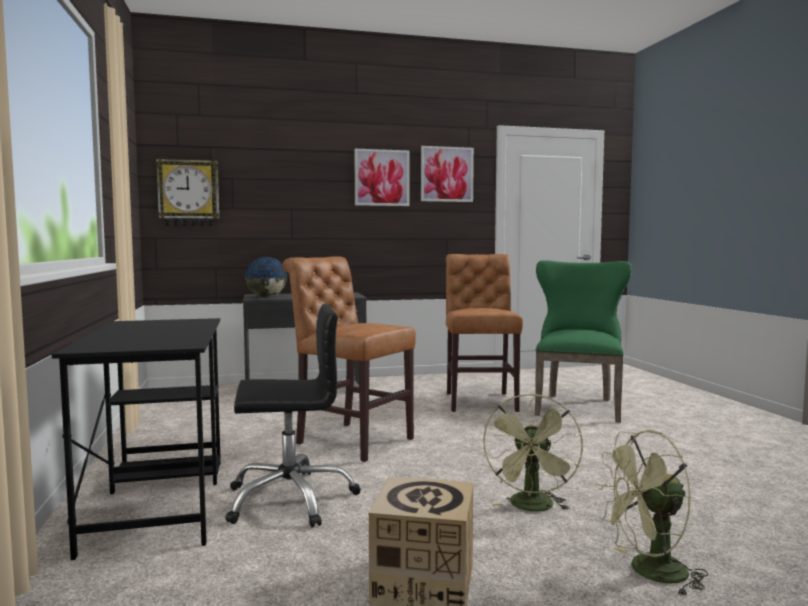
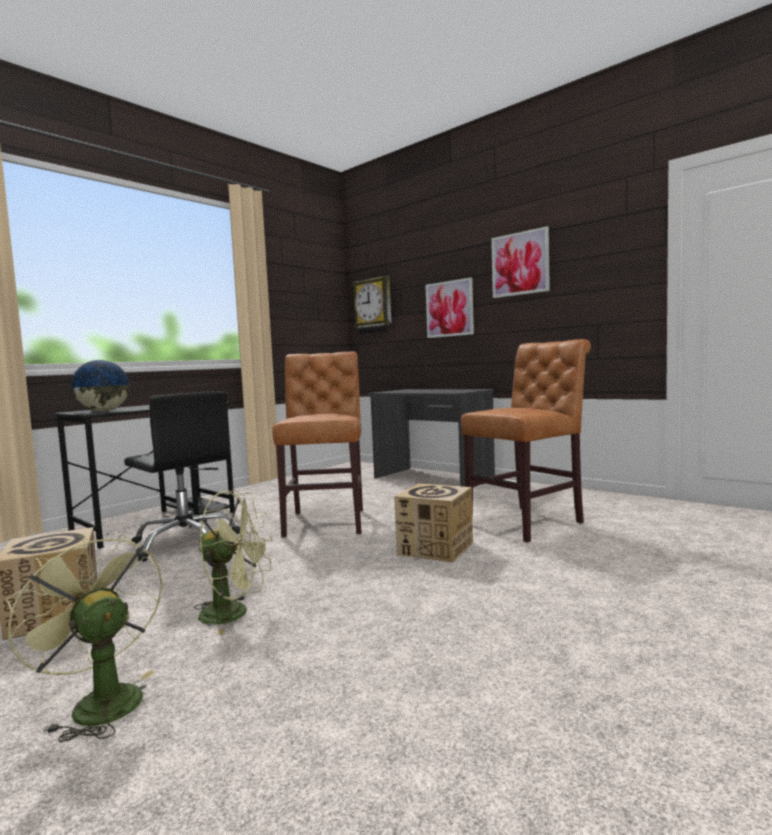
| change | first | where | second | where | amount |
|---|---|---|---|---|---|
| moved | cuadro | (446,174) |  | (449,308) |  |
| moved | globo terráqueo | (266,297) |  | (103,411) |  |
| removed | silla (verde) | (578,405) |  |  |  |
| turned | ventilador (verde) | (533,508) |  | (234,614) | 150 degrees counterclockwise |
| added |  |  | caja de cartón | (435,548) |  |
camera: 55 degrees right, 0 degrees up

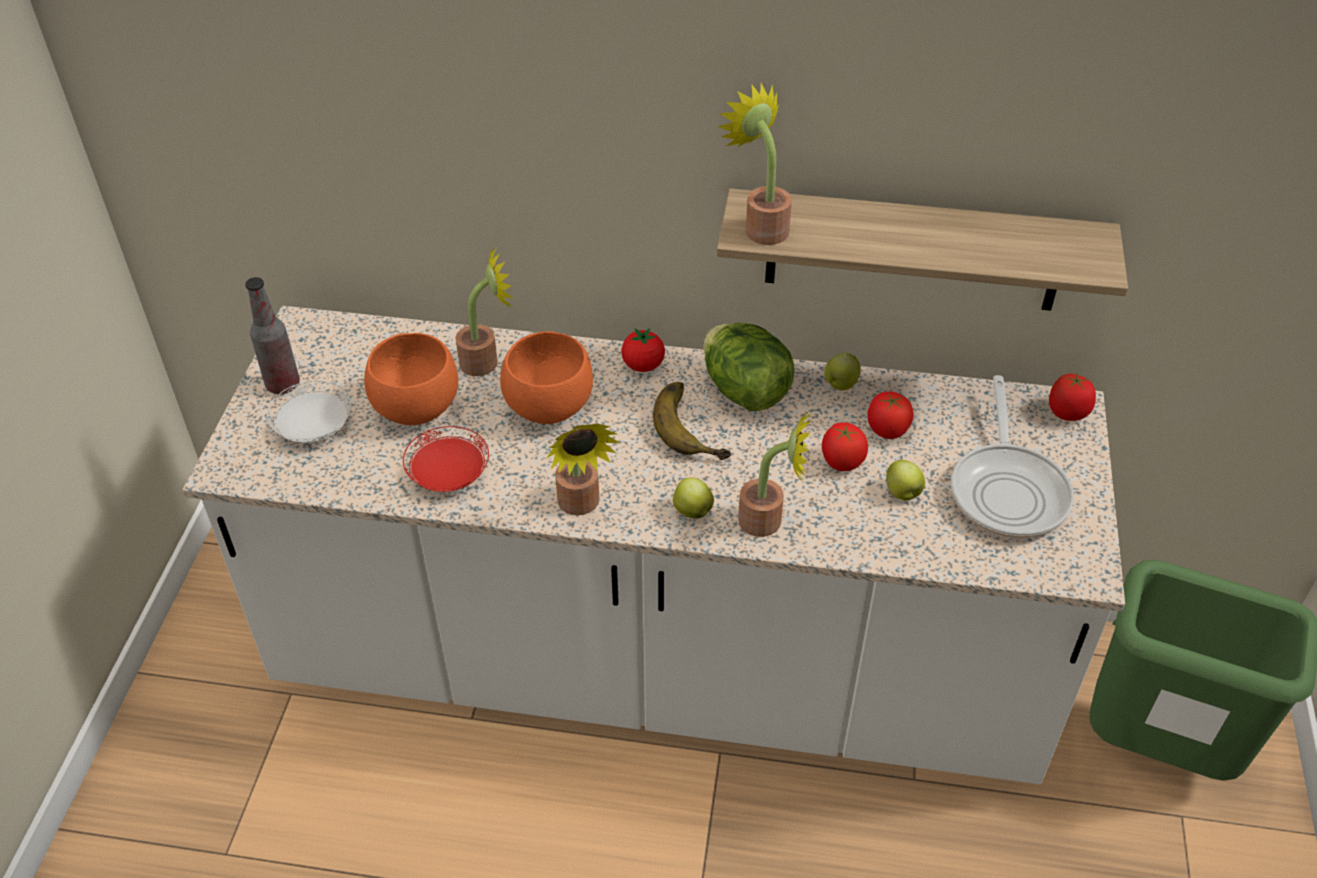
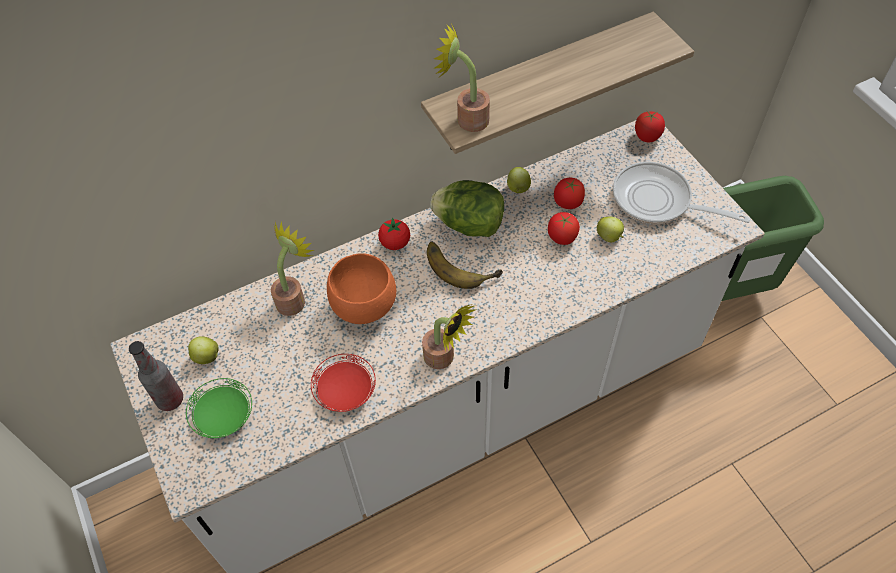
| change | first | where | second | where | amount |
|---|---|---|---|---|---|
| removed | cuenco (naranja) | (414,409) |  |  |  |
| turned | sartén | (1008,489) |  | (658,201) | 150 degrees clockwise |
| recoloured | plato (blanco) | (314,428) | plato (verde) | (223,416) |  |
| removed | planta en maceta | (769,521) |  |  |  |
| moved | manzana | (692,510) |  | (206,357) |  |
camera: 35 degrees left, 10 degrees up

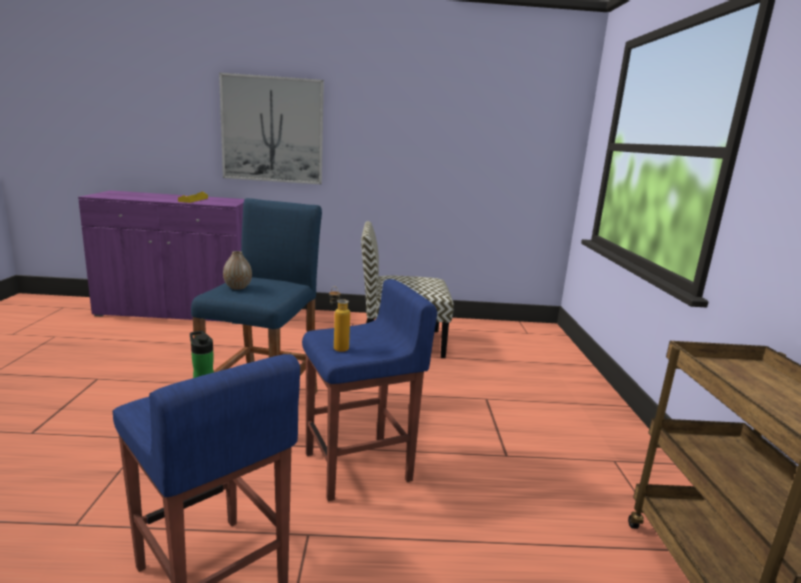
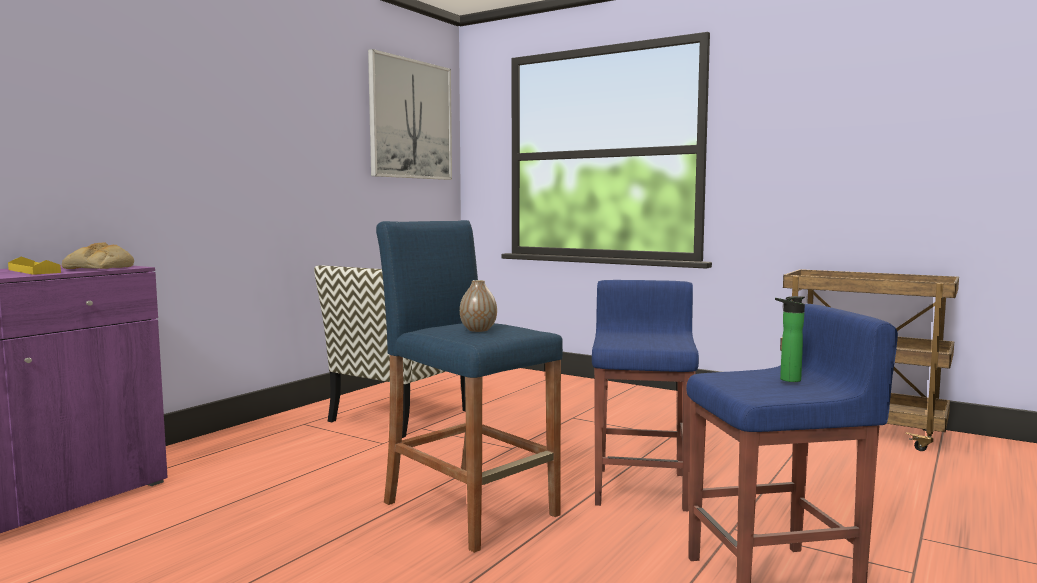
| change | first | where | second | where | amount |
|---|---|---|---|---|---|
| moved | cuadro | (272,130) |  | (411,119) |  |
| removed | botella | (337,347) |  |  |  |
| added |  |  | pan | (100,268) |  |
camera: 55 degrees left, 10 degrees down

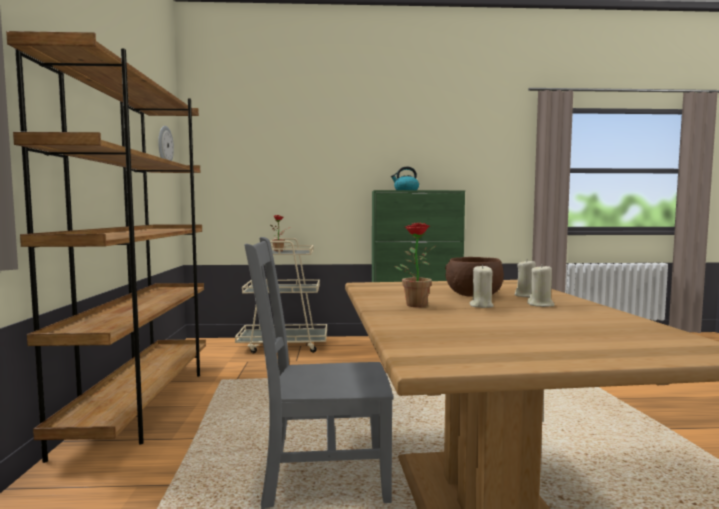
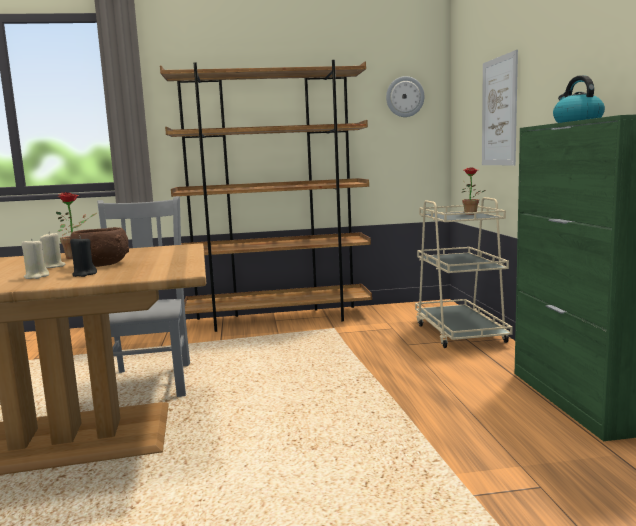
| change | first | where | second | where | amount |
|---|---|---|---|---|---|
| recoloured | vela (beis) | (526,296) | vela (negro) | (84,274) |  |
| added |  |  | cuadro | (499,112) |  |
camera: 85 degrees right, 5 degrees up

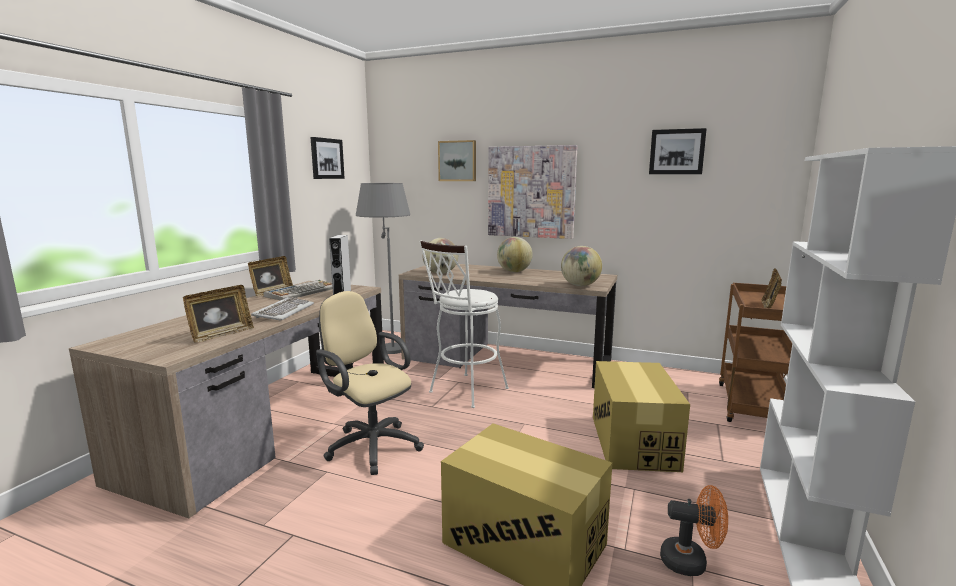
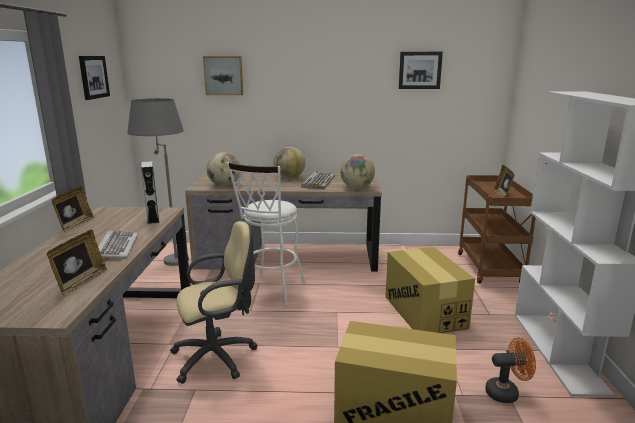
| change | first | where | second | where | amount |
|---|---|---|---|---|---|
| removed | cuadro | (531,192) |  |  |  |
| moved | teclado | (302,292) |  | (318,181) |  |
| turned | silla de oficina (beis) | (370,445) |  | (218,357) | 135 degrees clockwise |
camera: 20 degrees left, 5 degrees up

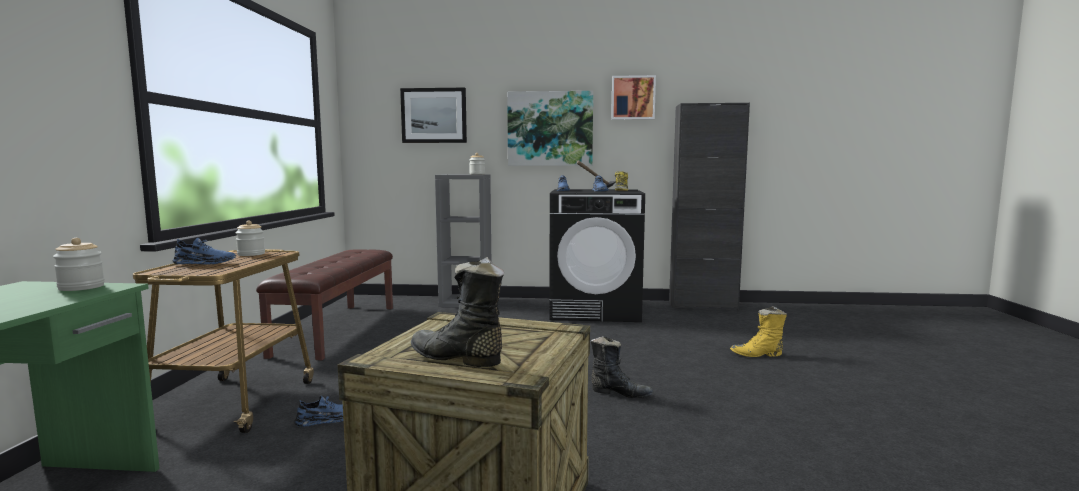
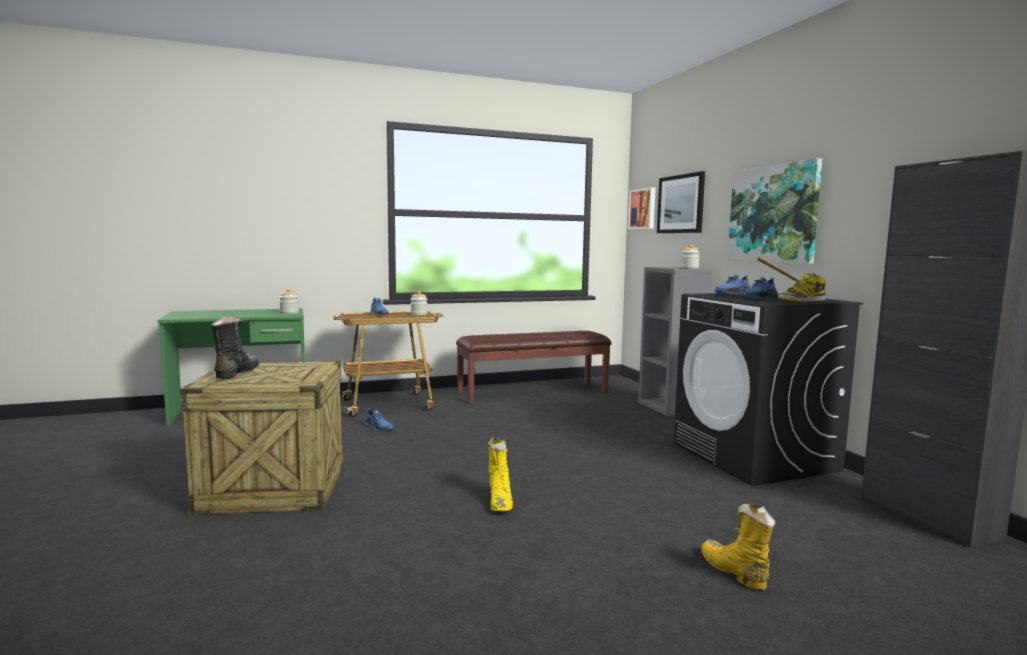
| change | first | where | second | where | amount |
|---|---|---|---|---|---|
| moved | cuadro | (633,98) |  | (643,209) |  |
| recoloured | bota (negro) | (620,393) | bota (amarillo) | (500,501) |  |
camera: 65 degrees right, 0 degrees up

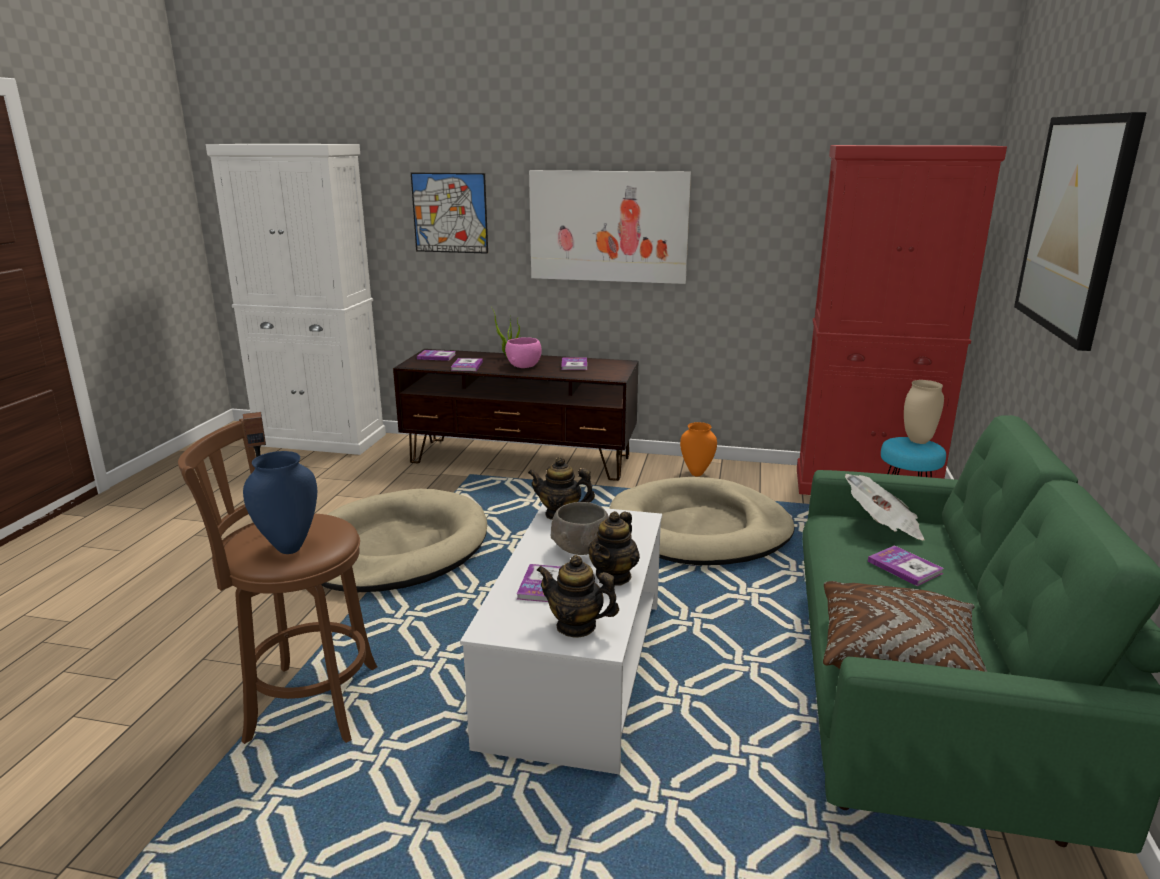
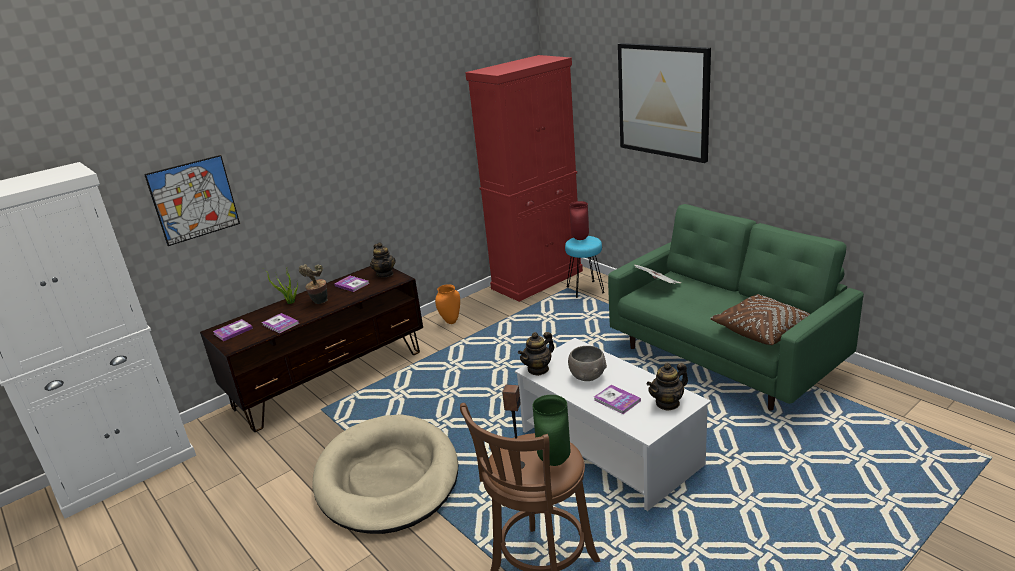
| change | first | where | second | where | amount |
|---|---|---|---|---|---|
| removed | cuadro | (608,226) |  |  |  |
| replaced | cuenco (rosa) | (523,365) | planta en maceta | (319,302) |  |
| recoloured | florero (beis) | (918,441) | florero (rojo) | (581,238) |  |
| recoloured | florero (azul) | (289,547) | florero (verde) | (553,460) |  |
| removed | cama para perro (beis) | (699,529) |  |  |  |
| moved | tetera | (614,576) |  | (385,274) |  |
| removed | libro | (904,567) |  |  |  |
camera: 50 degrees left, 5 degrees up

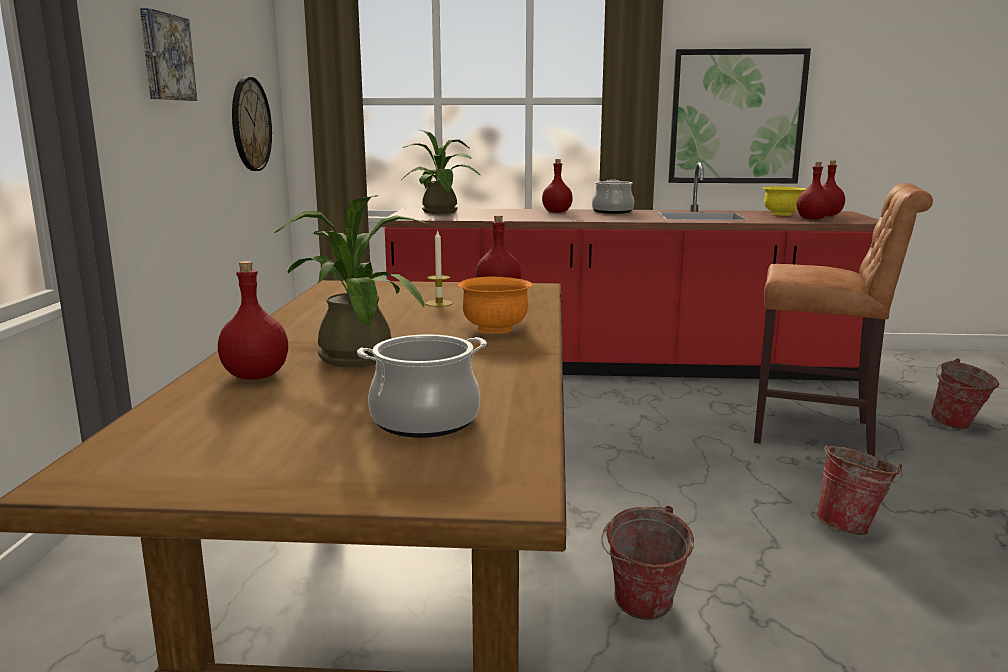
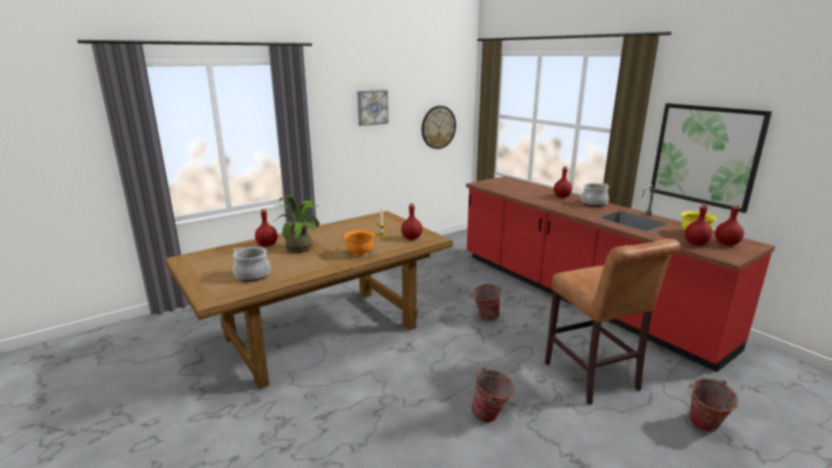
| change | first | where | second | where | amount |
|---|---|---|---|---|---|
| removed | planta en maceta | (441,212) |  |  |  |
| moved | cubo | (642,612) |  | (485,317) |  |
camera: 50 degrees right, 5 degrees up

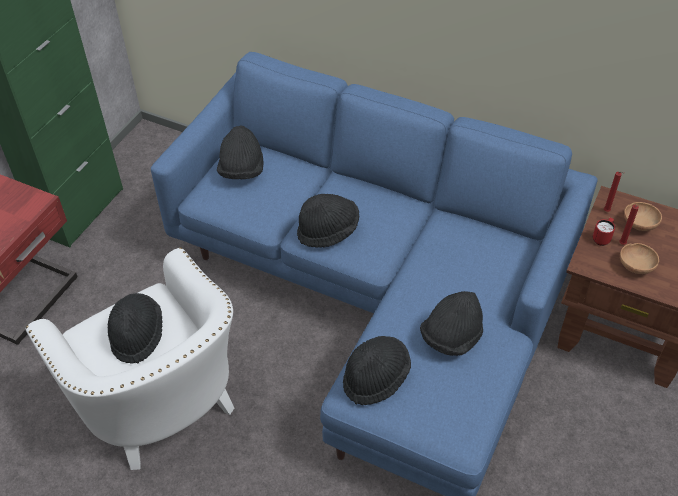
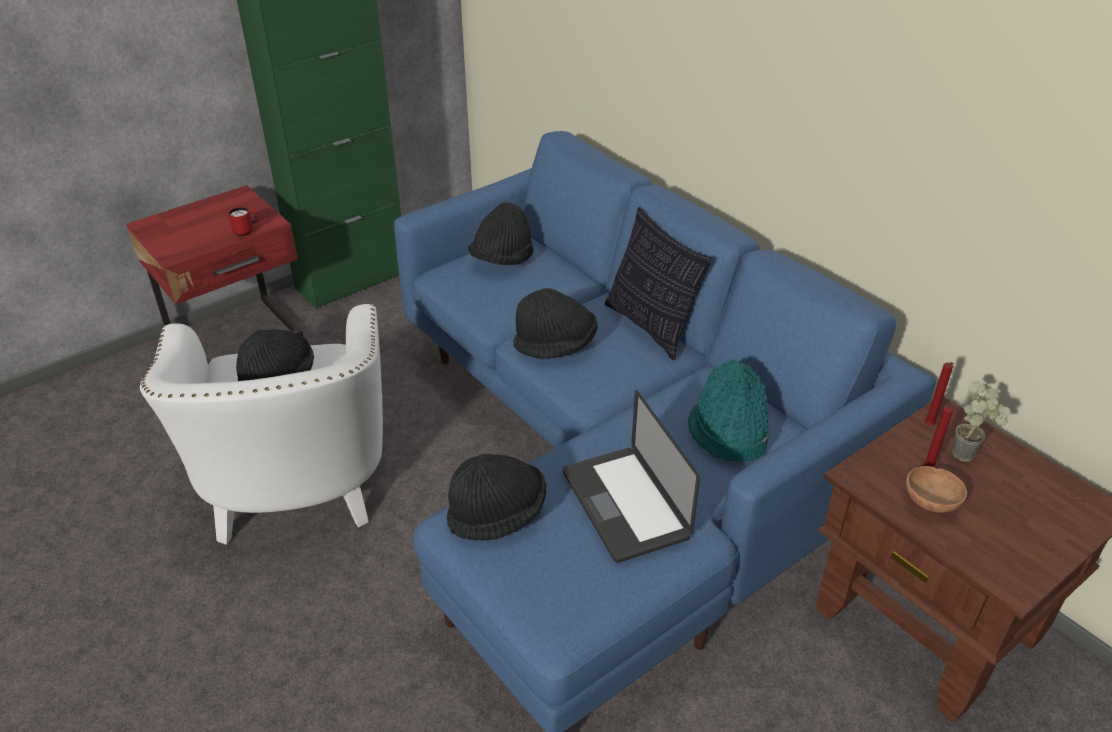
| change | first | where | second | where | amount |
|---|---|---|---|---|---|
| replaced | cuenco (marrón) | (639,224) | planta en maceta | (969,455) |  |
| moved | taza grande (rojo) | (602,238) |  | (247,231) |  |
| replaced | sombrero (negro) | (451,337) | portátil | (625,505) |  |
| added |  |  | cojín | (651,326) |  |
| added |  |  | sombrero (turquesa) | (727,433) |  |
camera: 25 degrees right, 10 degrees down

